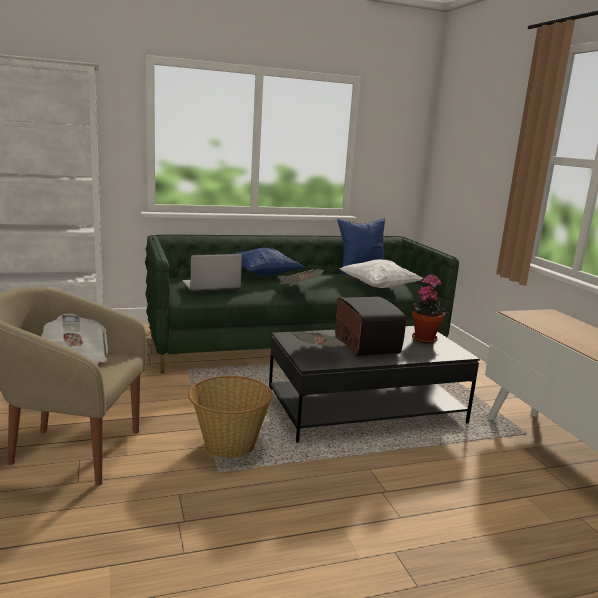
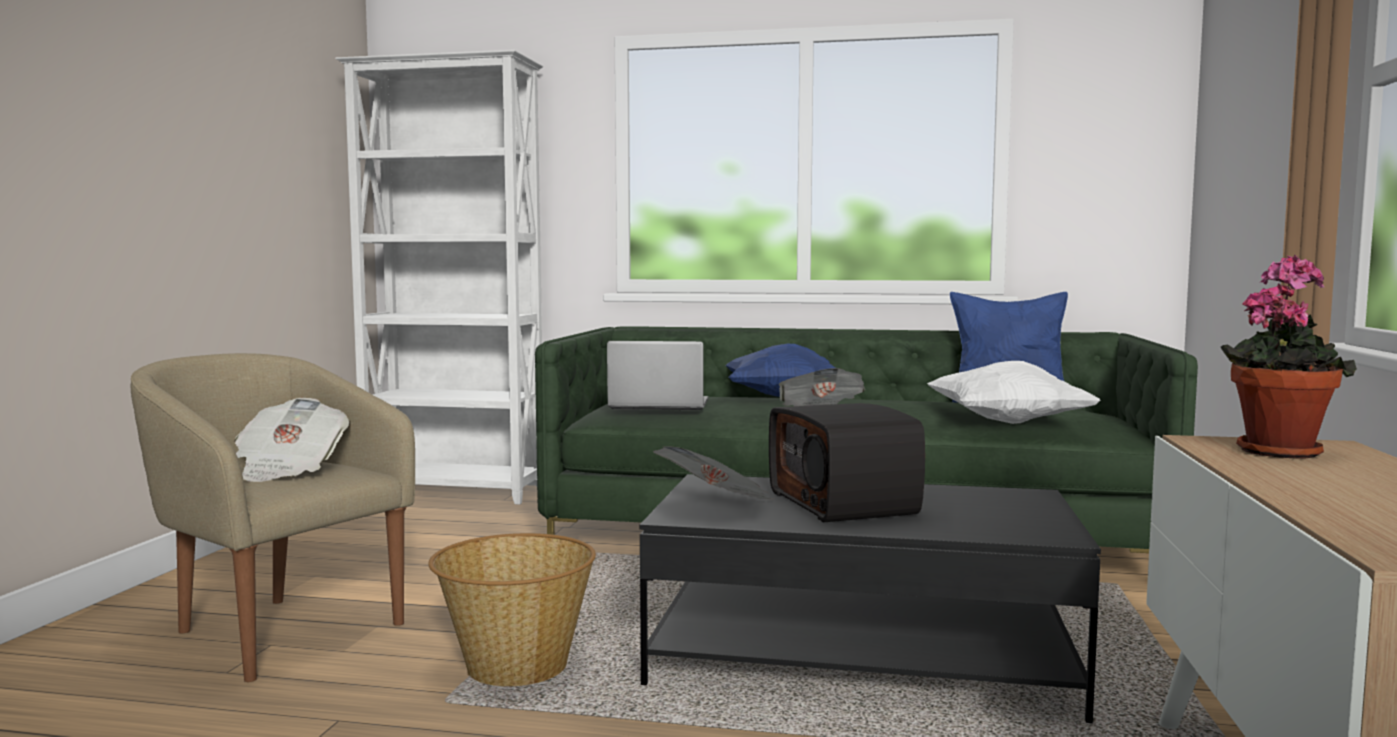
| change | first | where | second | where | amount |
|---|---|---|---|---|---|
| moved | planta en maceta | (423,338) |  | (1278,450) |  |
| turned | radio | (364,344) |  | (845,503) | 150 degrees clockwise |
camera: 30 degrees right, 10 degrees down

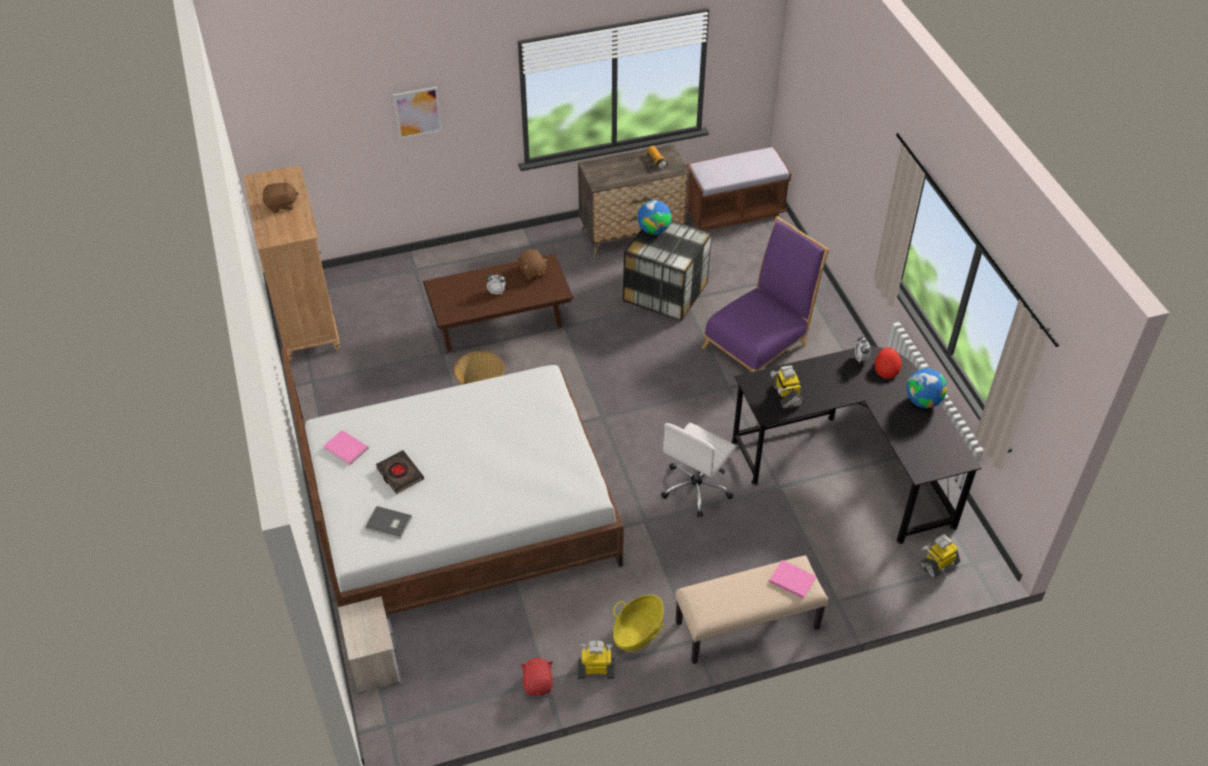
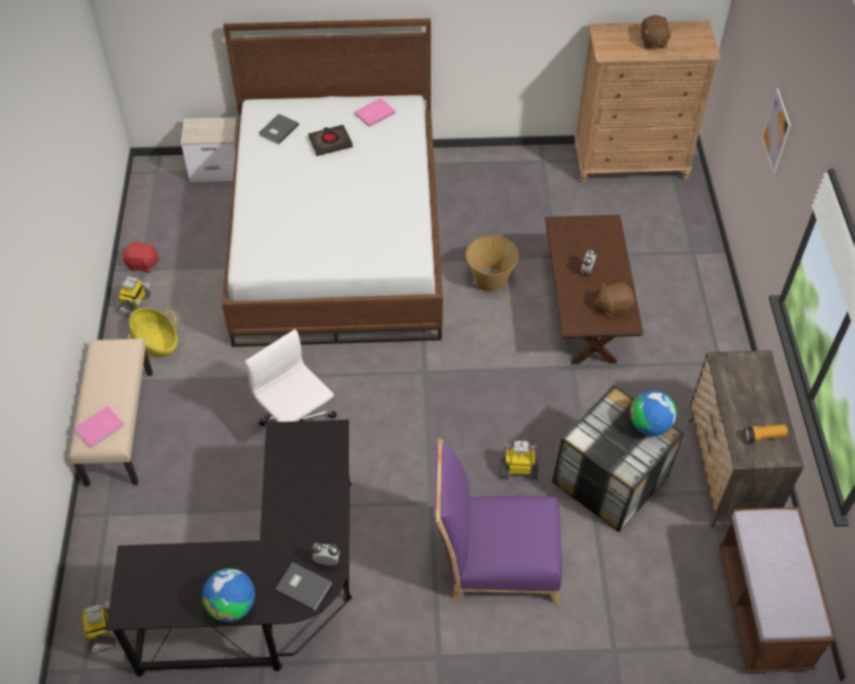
| change | first | where | second | where | amount |
|---|---|---|---|---|---|
| turned | silla (morado) | (759,342) |  | (495,559) | 120 degrees clockwise |
| replaced | gorra (rojo) | (886,366) | libro (gris) | (303,586) |  |
| moved | robot de juguete | (786,395) |  | (519,470) |  |
camera: 105 degrees right, 5 degrees up

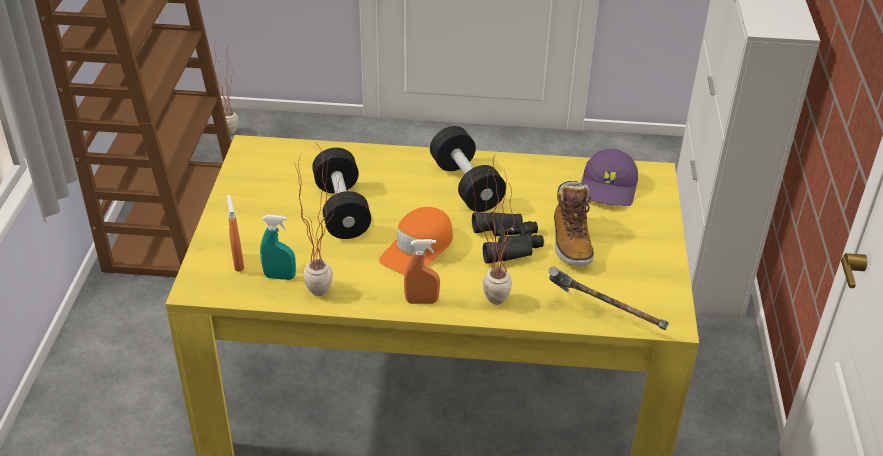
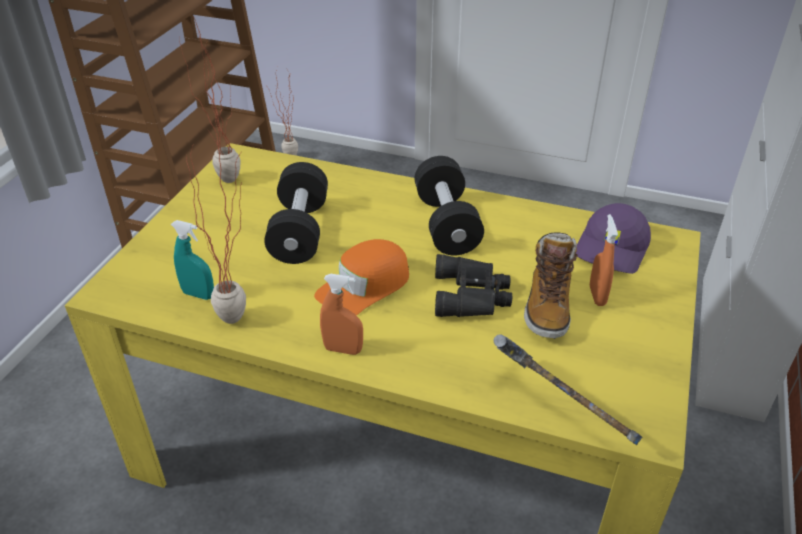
| change | first | where | second | where | amount |
|---|---|---|---|---|---|
| moved | planta en maceta | (488,296) |  | (225,176) |  |
| moved | pulverizador (naranja) | (238,263) |  | (597,296) |  |
camera: 15 degrees right, 0 degrees up

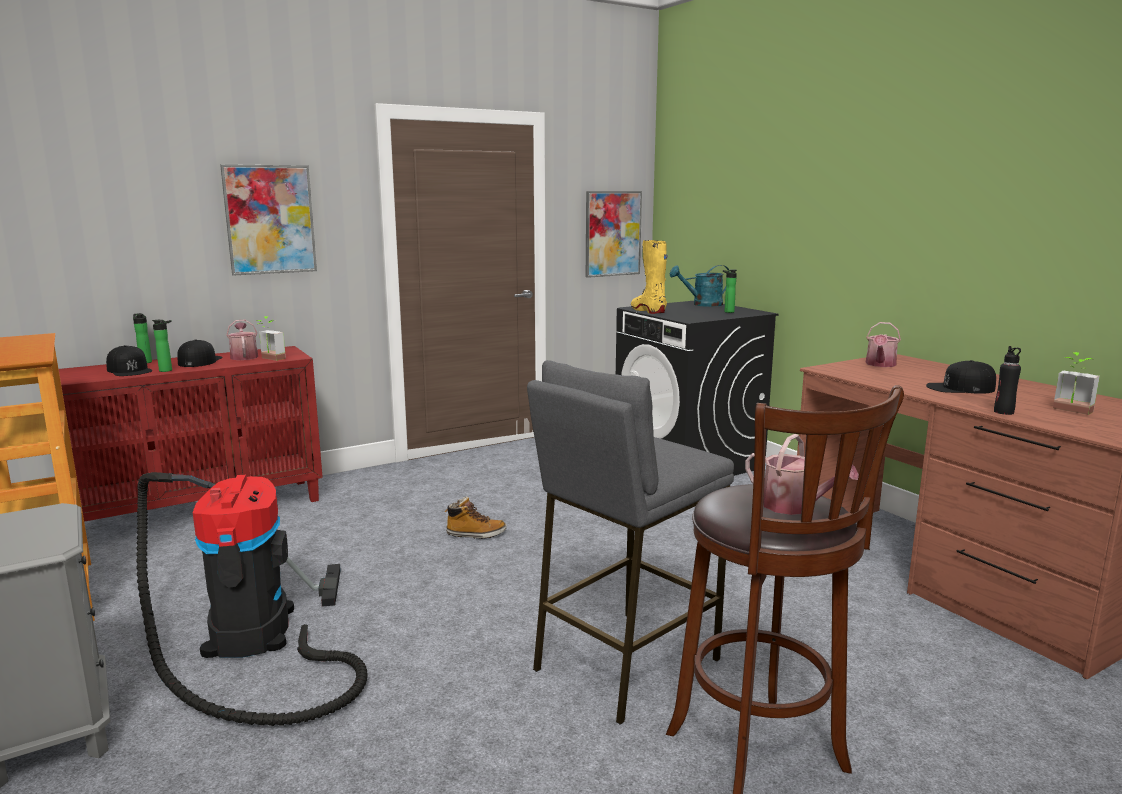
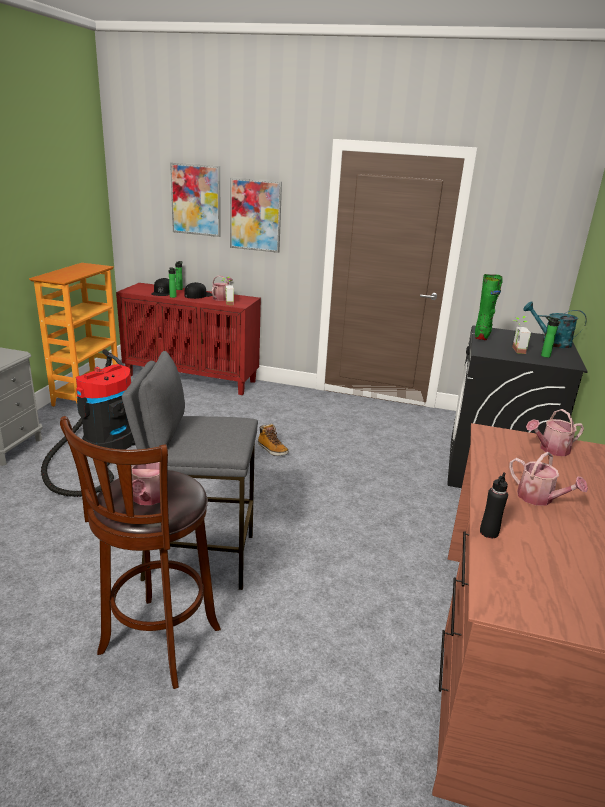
| change | first | where | second | where | amount |
|---|---|---|---|---|---|
| moved | cuadro | (612,233) |  | (196,200) |  |
| recoloured | bota (amarillo) | (648,311) | bota (verde) | (482,335) |  |
| moved | planta en maceta | (1070,411) |  | (515,350) |  |
| replaced | gorra (negro) | (960,388) | regadera | (539,498) |  |
camera: 45 degrees right, 10 degrees up

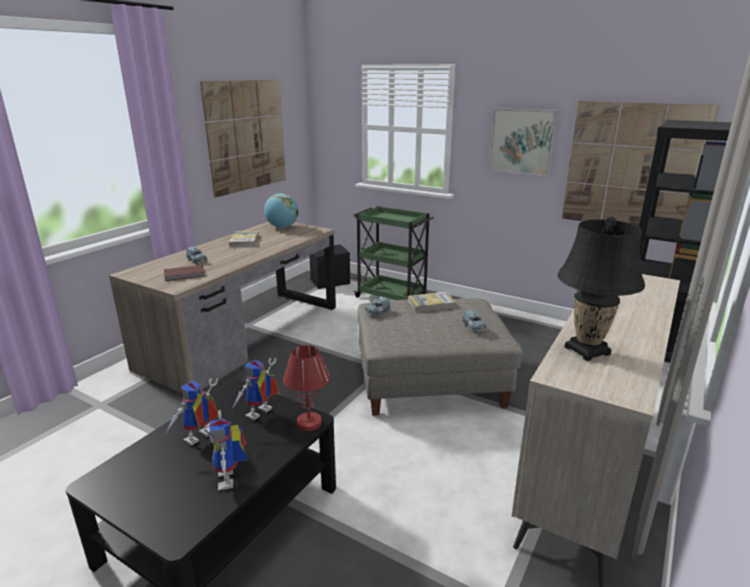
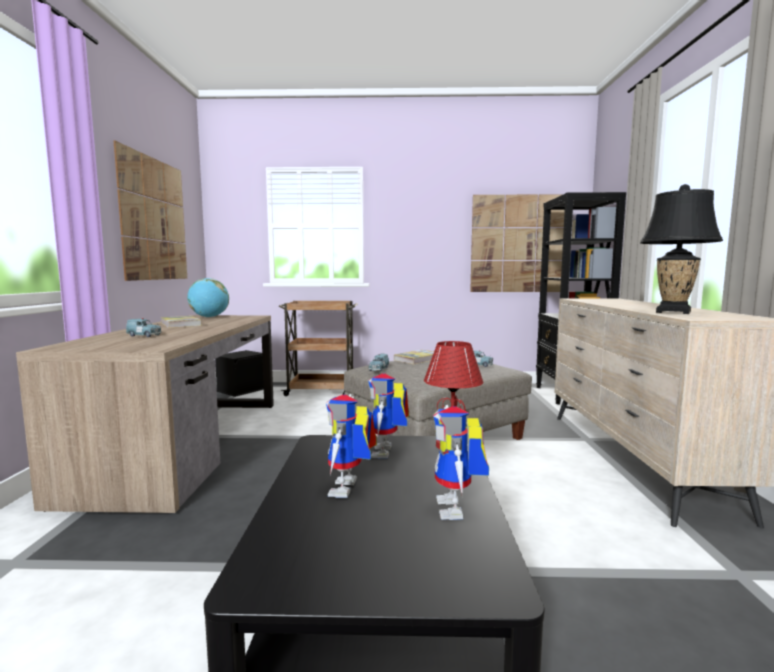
| change | first | where | second | where | amount |
|---|---|---|---|---|---|
| removed | cuadro | (522,141) |  |  |  |
| recoloured | carrito (verde) | (392,297) | carrito (marrón) | (321,391) |  |
| removed | libro (marrón) | (185,274) |  |  |  |
| turned | robot de juguete | (231,480) |  | (457,510) | 45 degrees clockwise |
camera: 30 degrees left, 15 degrees down

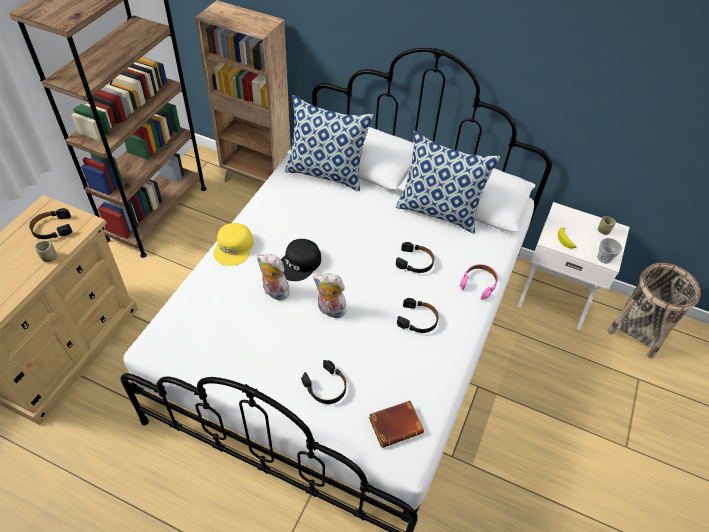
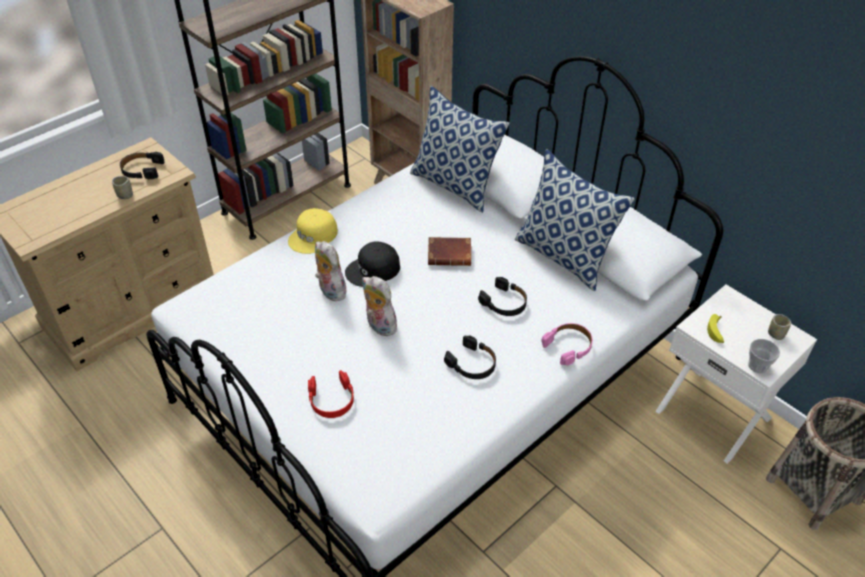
| change | first | where | second | where | amount |
|---|---|---|---|---|---|
| recoloured | auriculares (negro) | (326,387) | auriculares (rojo) | (331,400) |  |
| moved | libro (marrón) | (396,424) |  | (450,254) |  |
camera: 25 degrees right, 5 degrees down

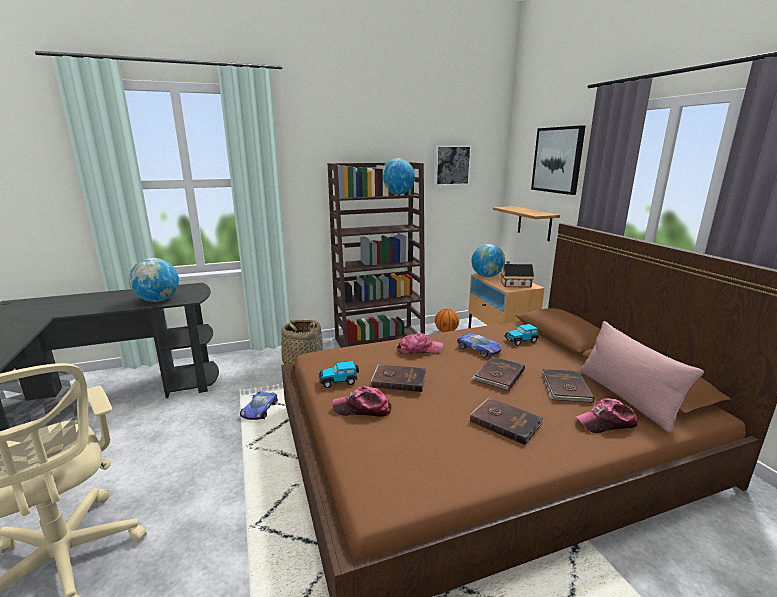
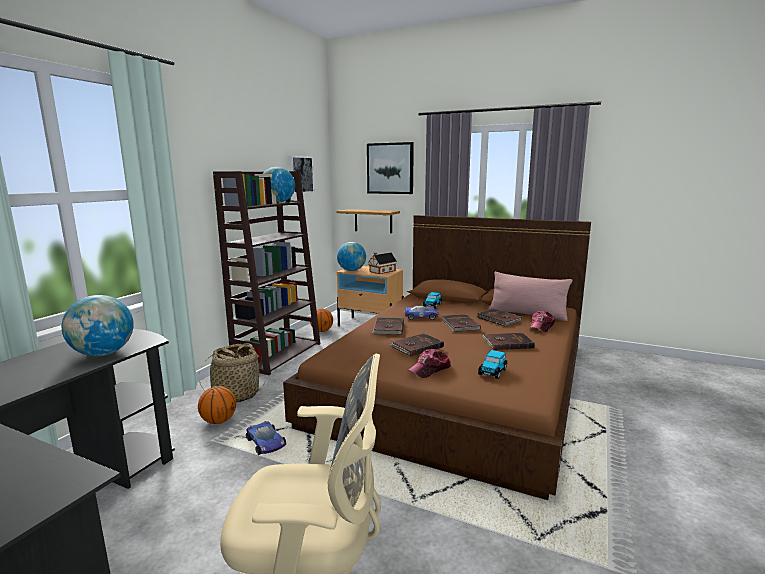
| change | first | where | second | where | amount |
|---|---|---|---|---|---|
| replaced | gorra | (419,349) | libro (marrón) | (388,328) |  |
| moved | coche de juguete | (339,381) |  | (492,371) |  |
| added |  |  | balón de baloncesto | (219,421) |  |
camera: 45 degrees left, 5 degrees down

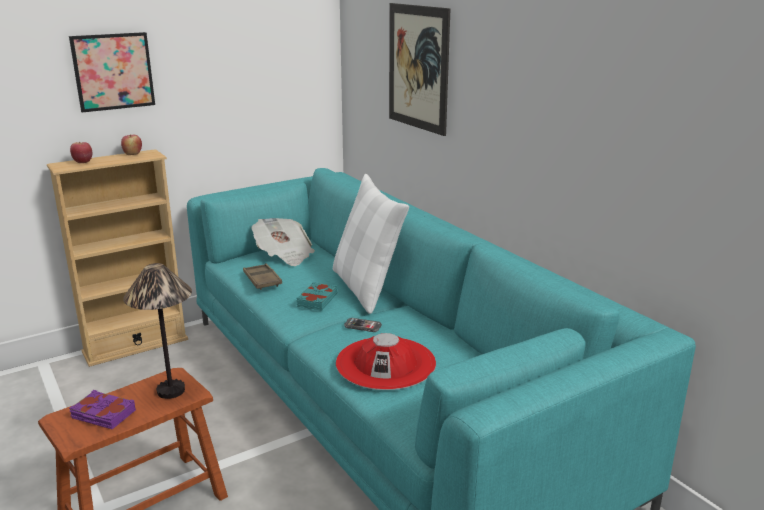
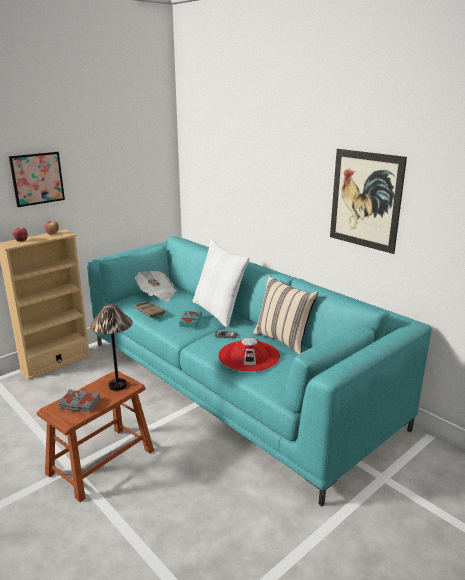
| change | first | where | second | where | amount |
|---|---|---|---|---|---|
| moved | cuadro | (418,68) |  | (365,200) |  |
| recoloured | libro (morado) | (103,415) | libro (gris) | (79,404) |  |
| added |  |  | cojín (beis) | (283,340) |  |
camera: 10 degrees left, 0 degrees up

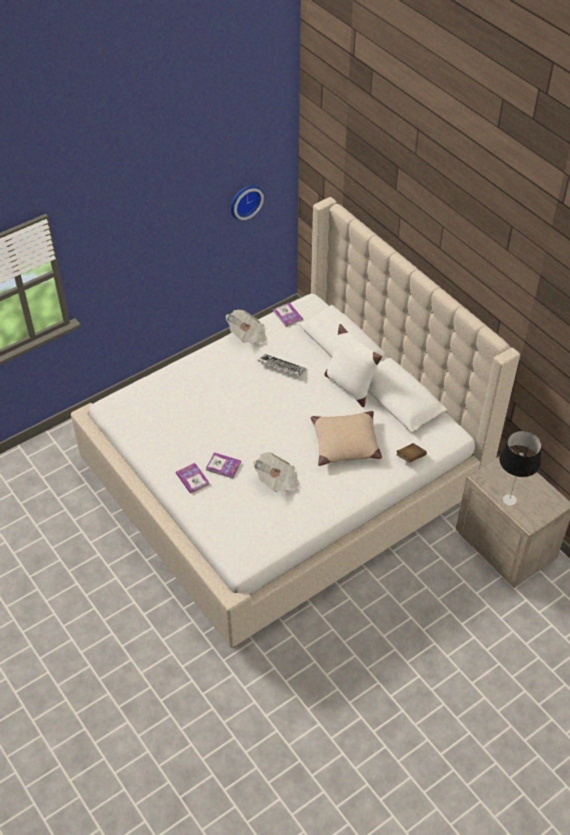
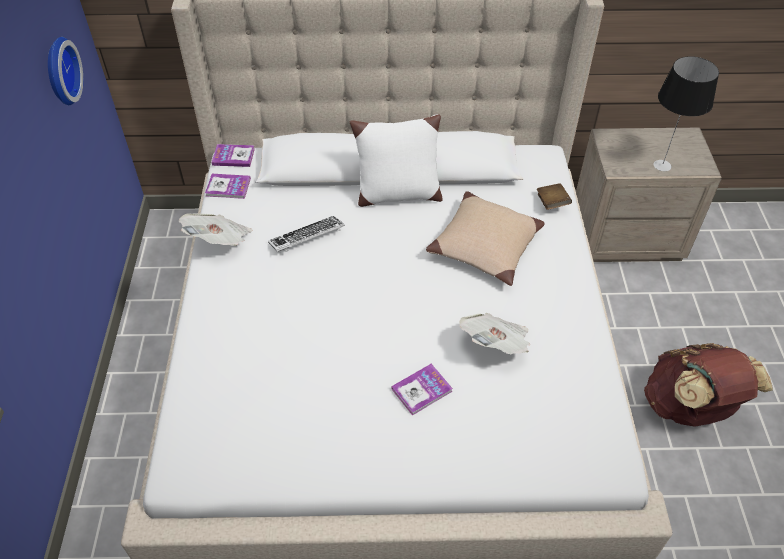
| change | first | where | second | where | amount |
|---|---|---|---|---|---|
| moved | libro | (192,478) |  | (233,156) |  |
| added |  |  | mochila (marrón) | (688,408) |  |
camera: 55 degrees left, 0 degrees up

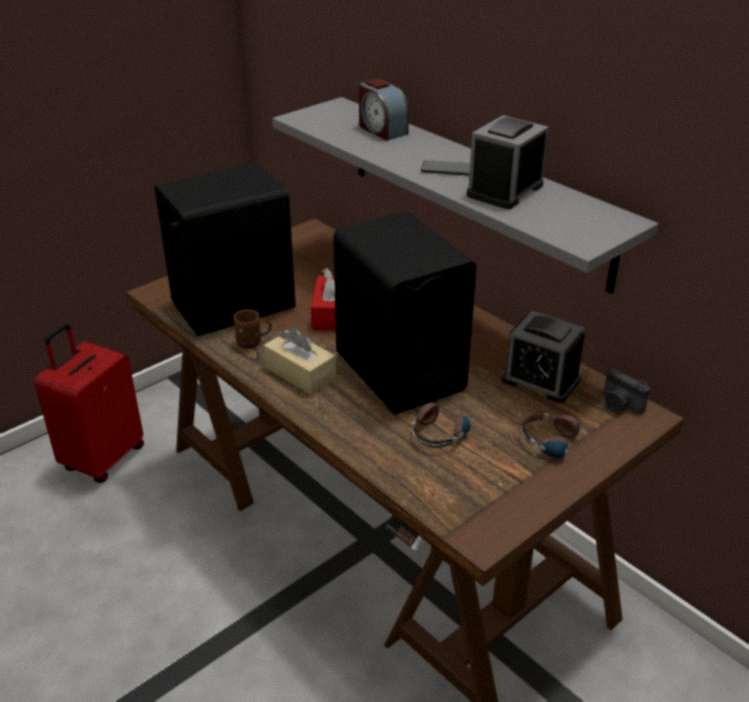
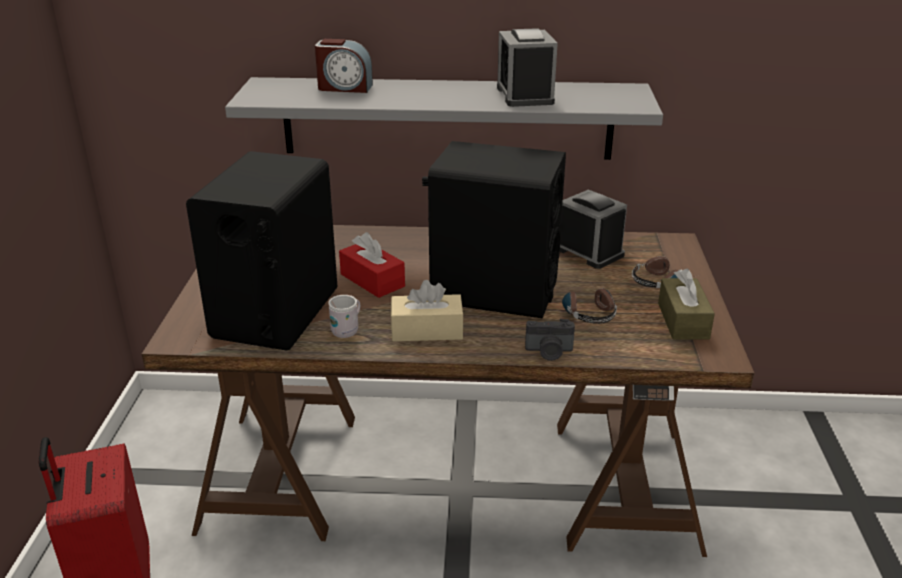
| change | first | where | second | where | amount |
|---|---|---|---|---|---|
| removed | móvil | (449,169) |  |  |  |
| recoloured | taza grande (marrón) | (253,343) | taza grande (blanco) | (347,330) |  |
| turned | despertador | (540,380) |  | (588,252) | 120 degrees counterclockwise |
| moved | cámara | (620,404) |  | (549,352) |  |
| added |  |  | caja de pañuelos (marrón) | (683,321) |  |
camera: 45 degrees left, 5 degrees down

